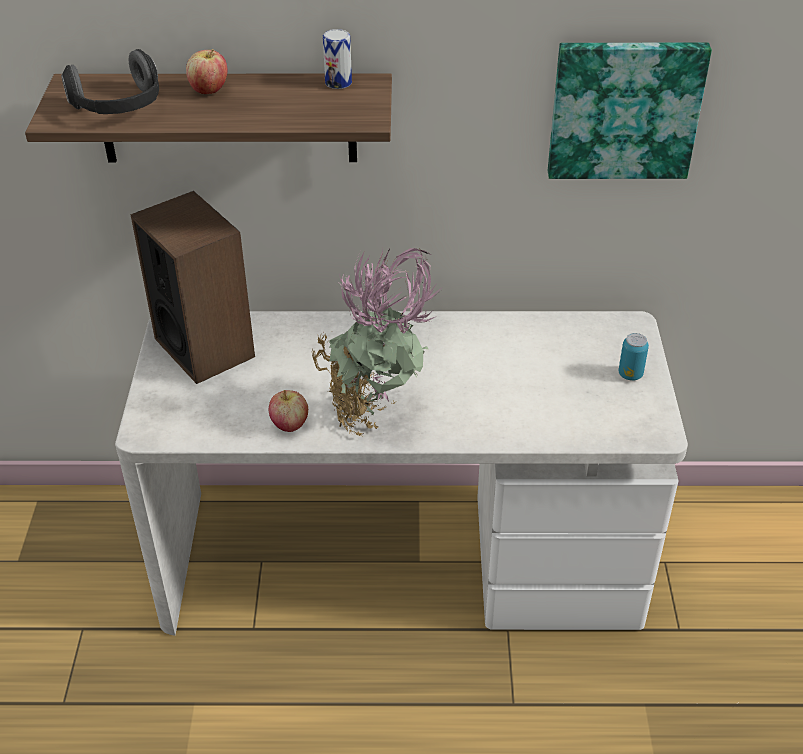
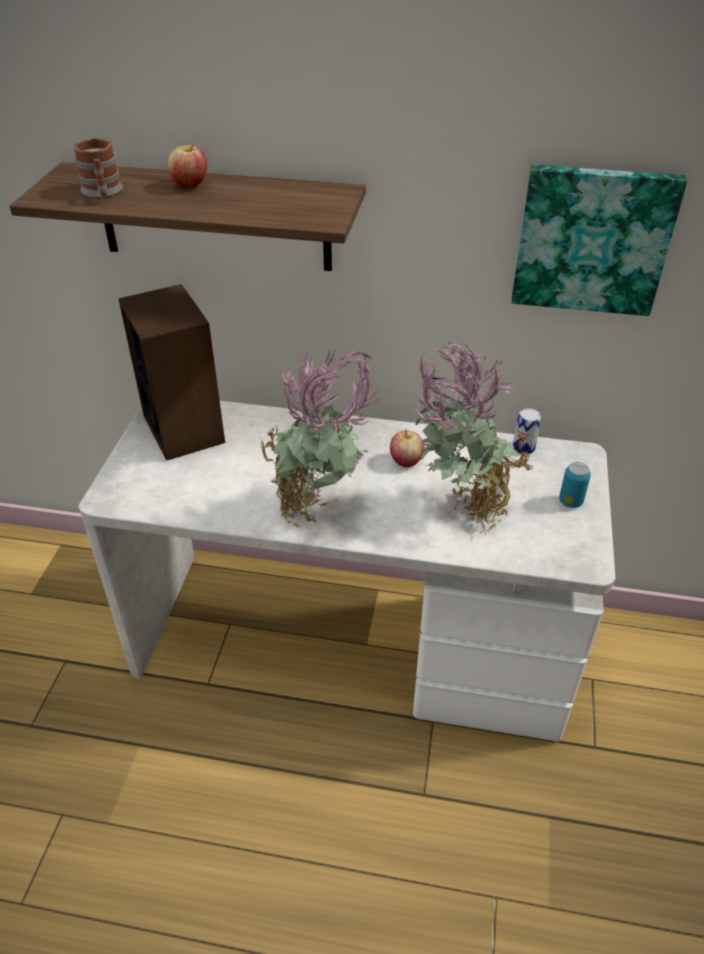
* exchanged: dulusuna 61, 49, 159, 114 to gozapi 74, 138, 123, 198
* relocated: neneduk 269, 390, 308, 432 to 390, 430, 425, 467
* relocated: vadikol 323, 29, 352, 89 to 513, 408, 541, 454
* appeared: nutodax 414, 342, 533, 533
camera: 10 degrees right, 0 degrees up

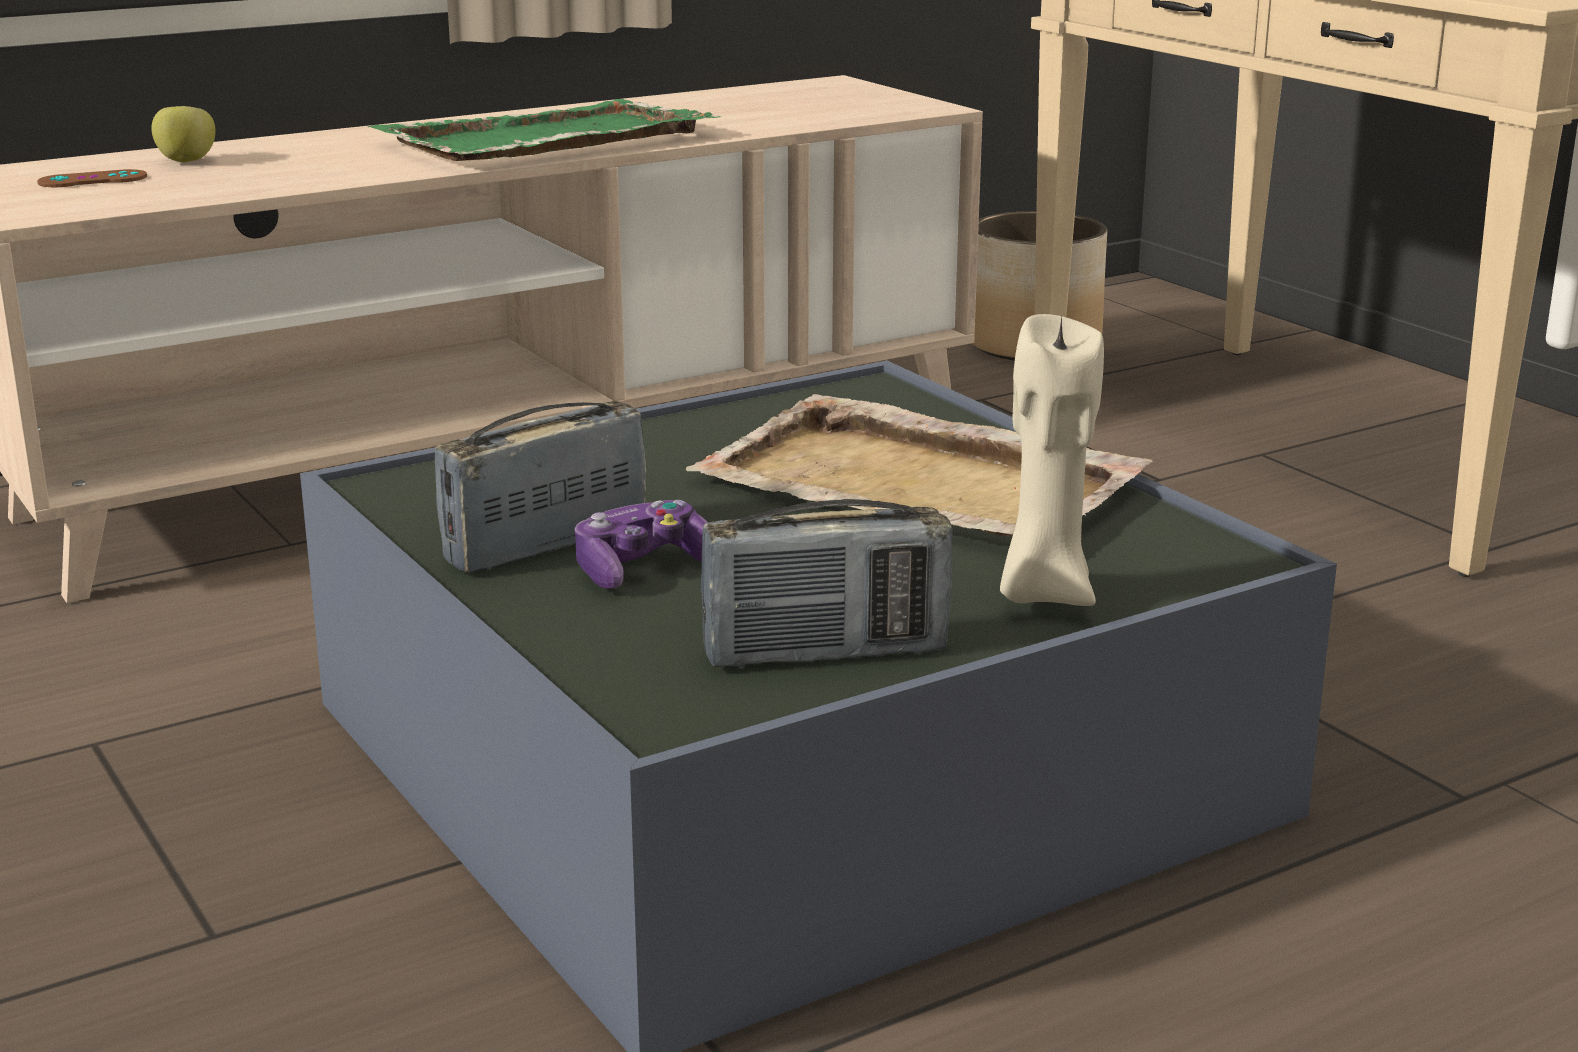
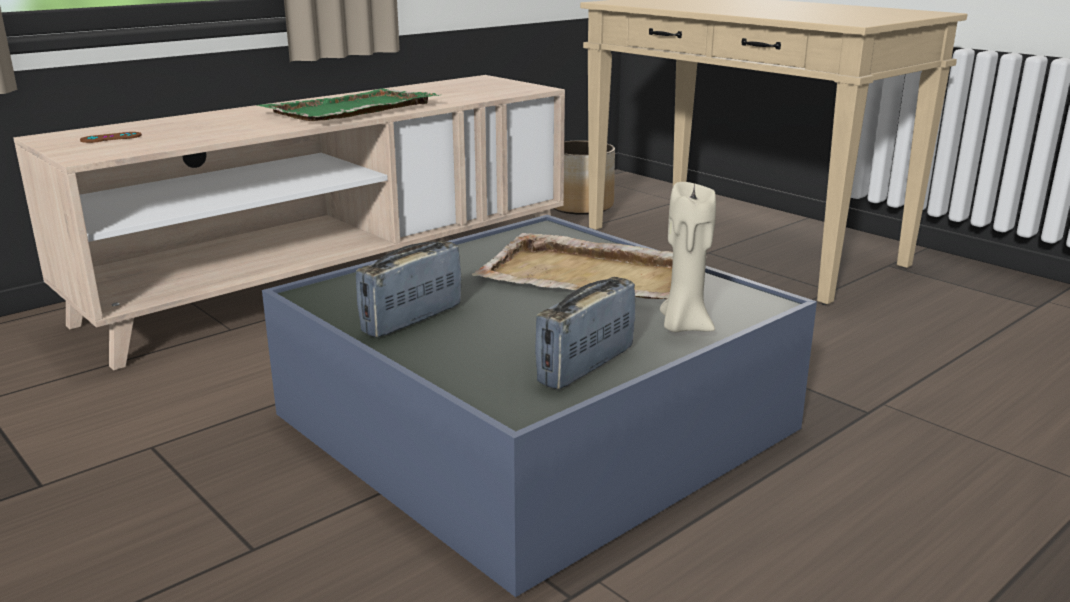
* missing: neneduk 151, 106, 216, 162
* missing: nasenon 574, 500, 708, 589
* spun: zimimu 701, 499, 952, 668 = 535, 277, 636, 390 150 degrees clockwise
camera: 10 degrees left, 0 degrees up

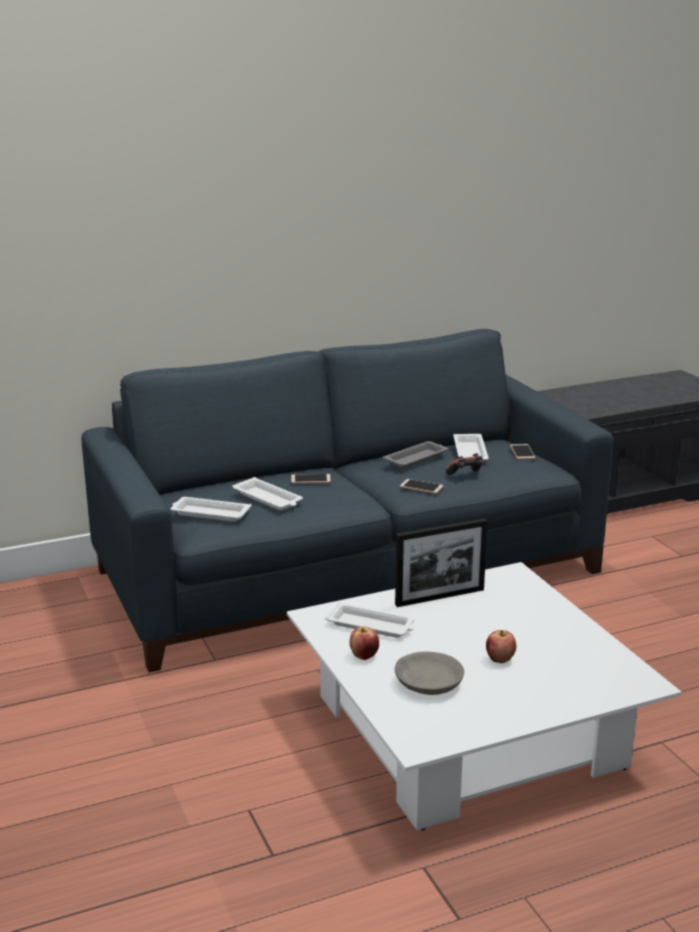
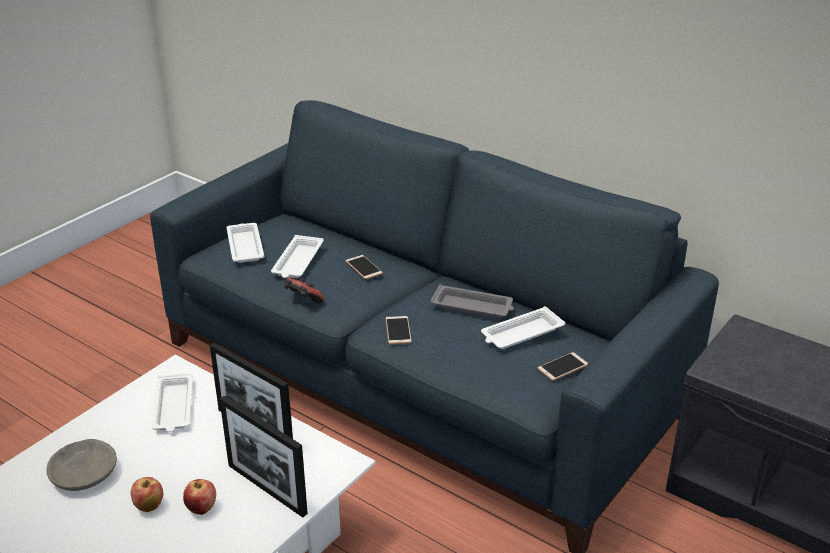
* relocated: neneduk 349, 626, 379, 660 to 183, 479, 216, 515
* relocated: nasenon 446, 453, 483, 475 to 284, 277, 324, 303
* appeared: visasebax 220, 395, 308, 517
camera: 60 degrees right, 10 degrees up

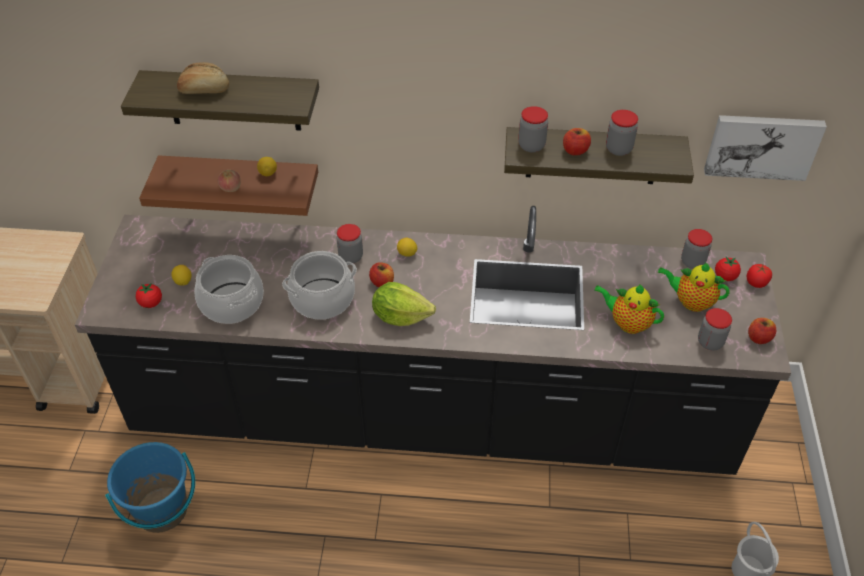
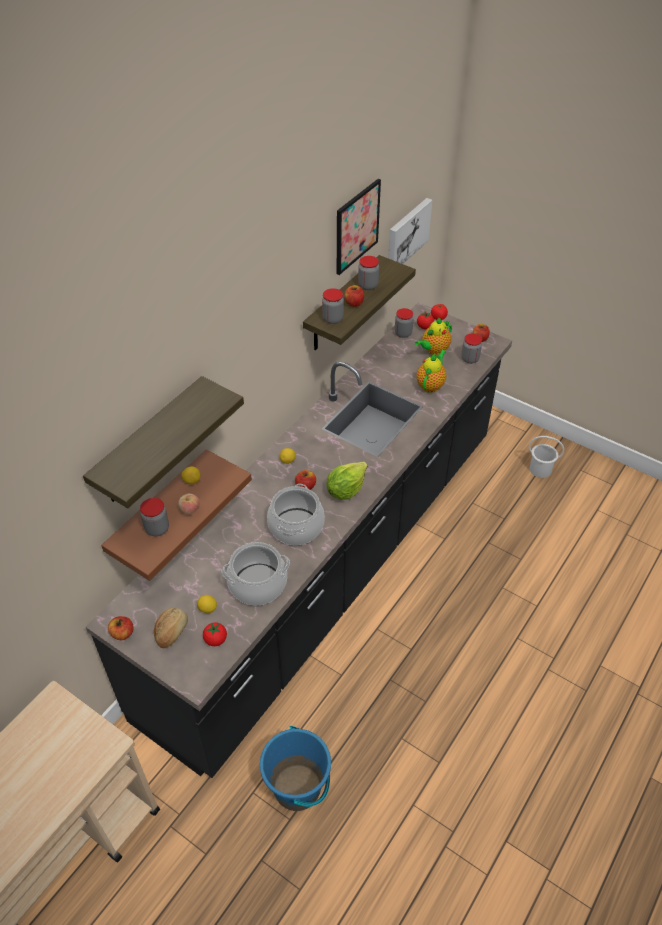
* relocated: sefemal 177, 62, 229, 94 to 154, 608, 188, 649
* relocated: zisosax 337, 224, 363, 263 to 140, 498, 169, 536
* spun: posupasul 594, 284, 664, 334 = 417, 350, 446, 393 150 degrees clockwise
* appeared: neneduk 108, 616, 134, 640
* appeared: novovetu 337, 179, 381, 275
camera: 60 degrees left, 0 degrees up

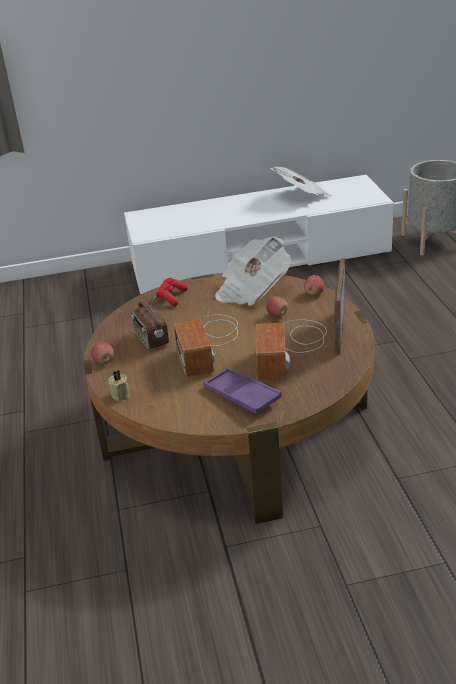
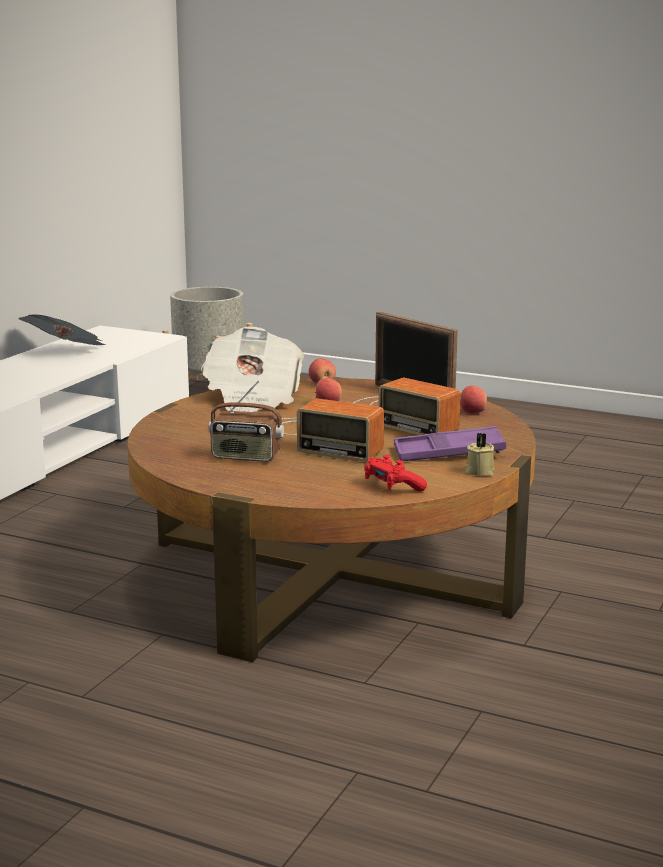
* relocated: neneduk 91, 342, 114, 364 to 460, 386, 487, 413
* relocated: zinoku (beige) 108, 370, 130, 401 to 465, 433, 495, 476
* relocated: nasenon (red) 156, 278, 188, 306 to 364, 455, 427, 492
camera: 55 degrees left, 15 degrees down

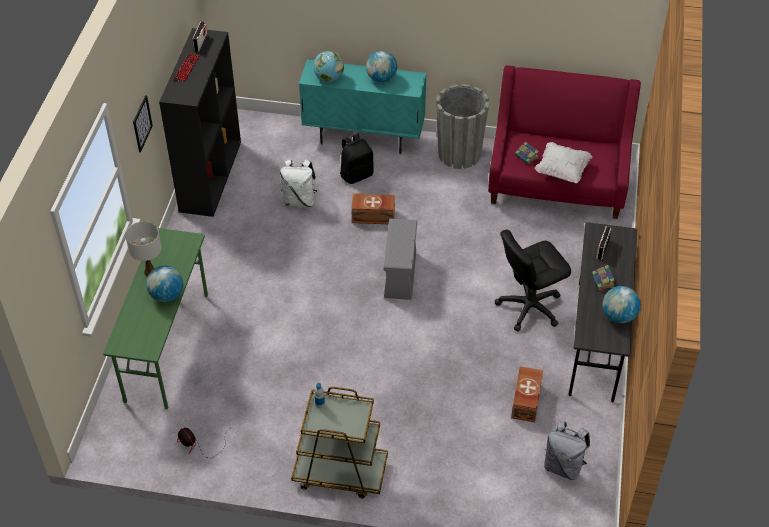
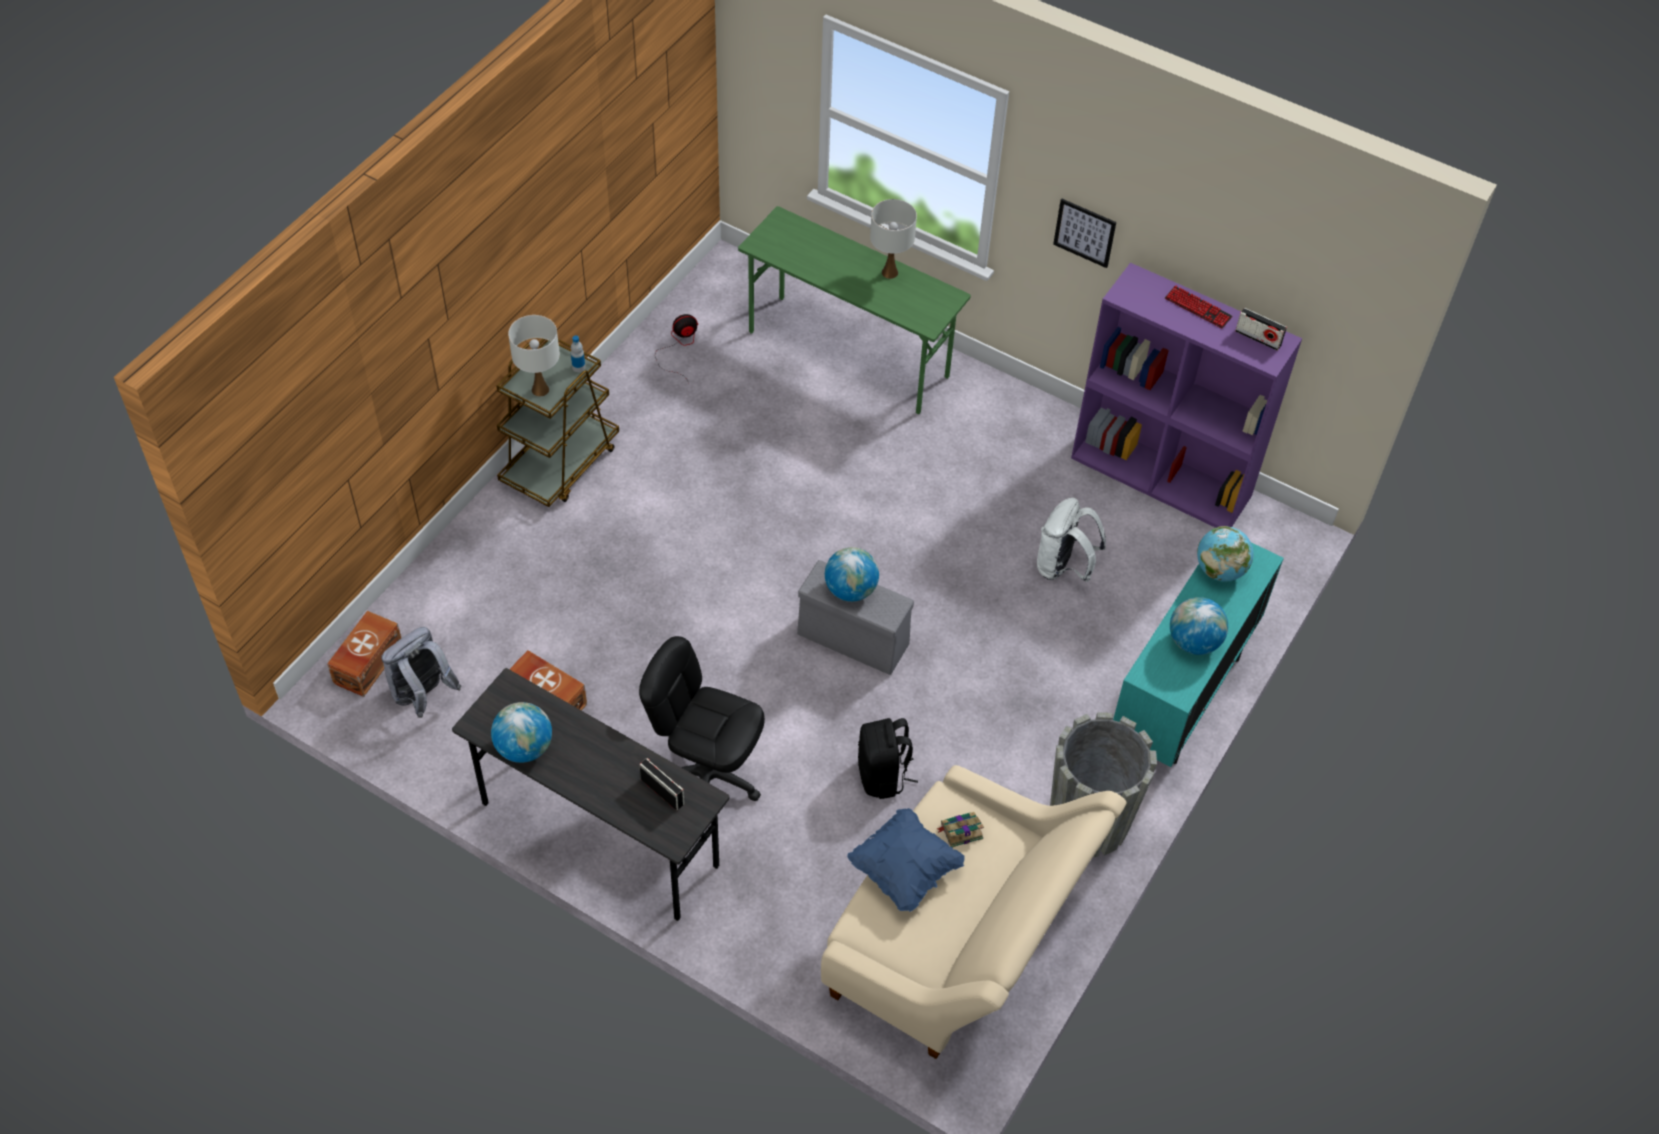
* relocated: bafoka 146, 265, 183, 302 to 825, 547, 879, 602
* colour: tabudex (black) 159, 28, 241, 217 to tabudex (purple) 1071, 263, 1302, 528
* relocated: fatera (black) 340, 134, 374, 184 to 858, 718, 918, 799
* relocated: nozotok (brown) 351, 193, 395, 224 to 327, 611, 401, 697
* colour: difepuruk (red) 488, 65, 641, 219 to difepuruk (beige) 821, 765, 1127, 1059
* spun: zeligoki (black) 495, 229, 571, 331 = 639, 636, 765, 801 60 degrees counterclockwise
* colour: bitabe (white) 535, 142, 592, 183 to bitabe (blue) 847, 808, 965, 912
* missing: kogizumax 591, 265, 615, 292
* appeared: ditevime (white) 508, 315, 560, 396
camera: 110 degrees right, 5 degrees up

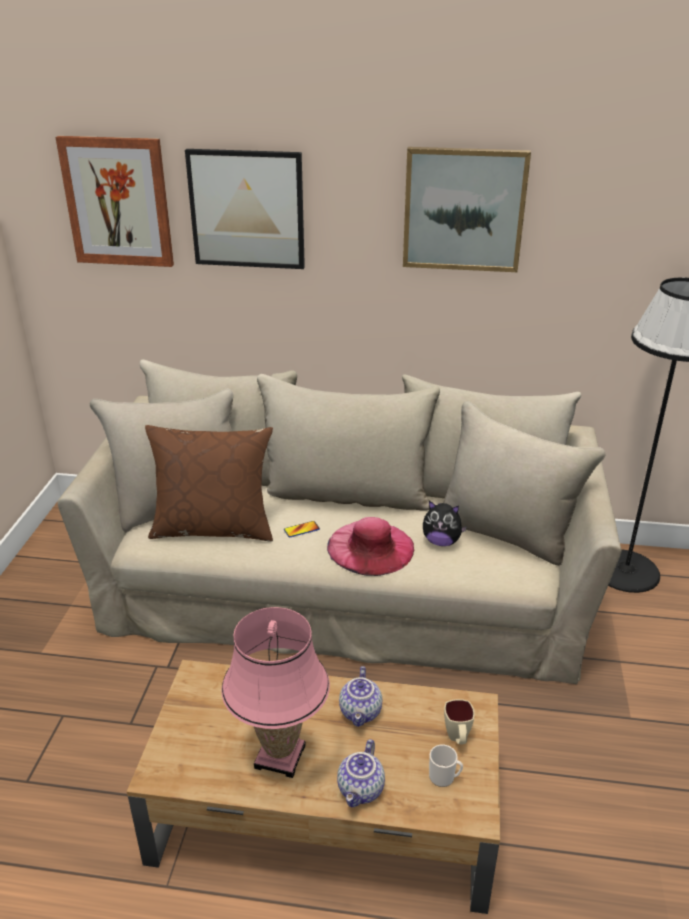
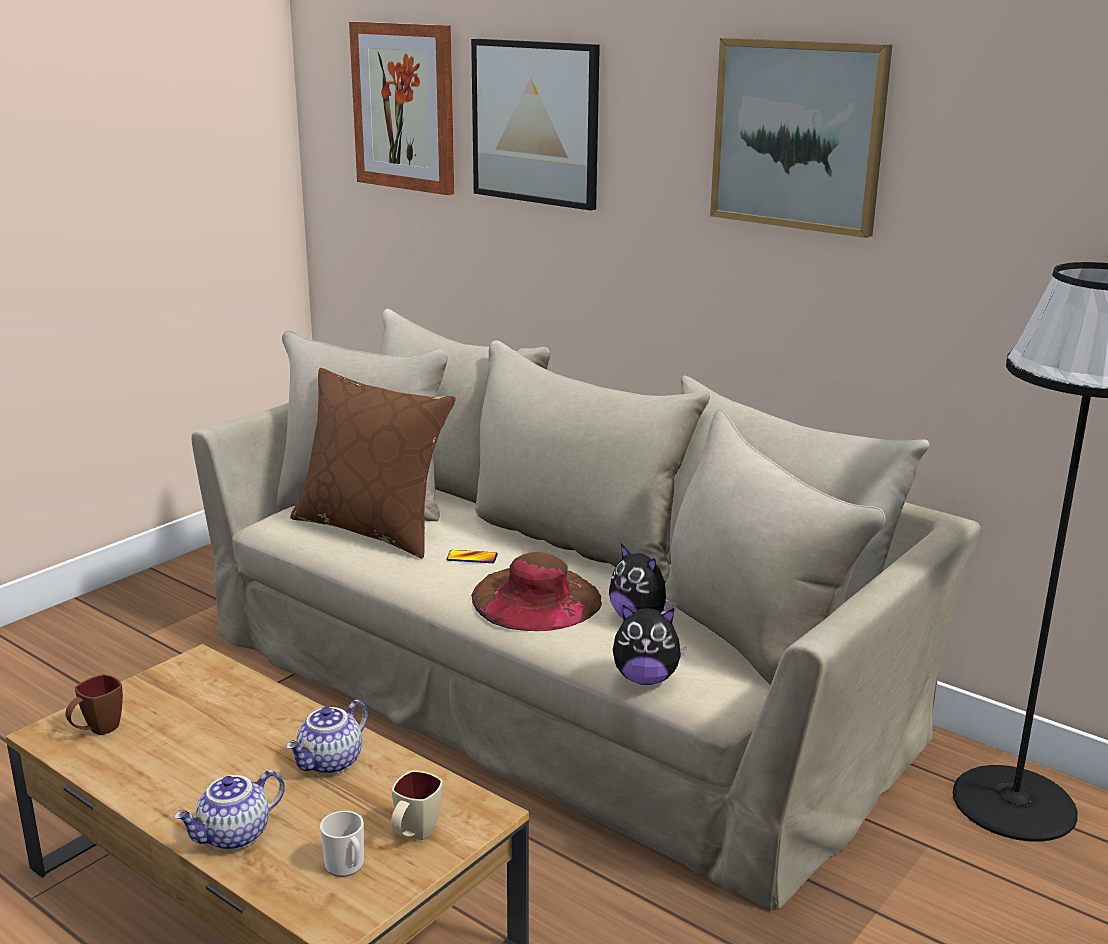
* missing: ditevime (pink) 221, 607, 330, 778
* colour: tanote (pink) 327, 517, 414, 576 to tanote (brown) 471, 552, 602, 631
* appeared: gozapi (brown) 65, 674, 123, 735
* appeared: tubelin 613, 605, 687, 685
camera: 30 degrees right, 10 degrees down

